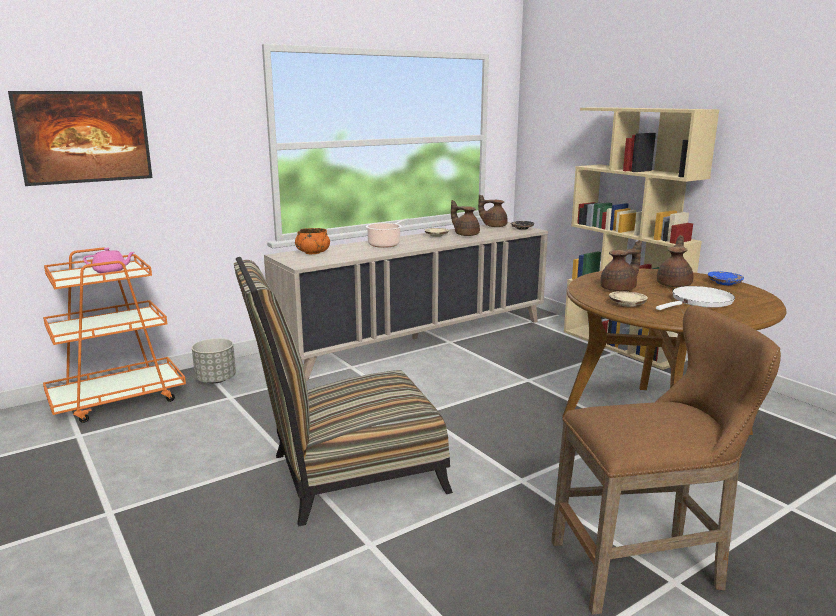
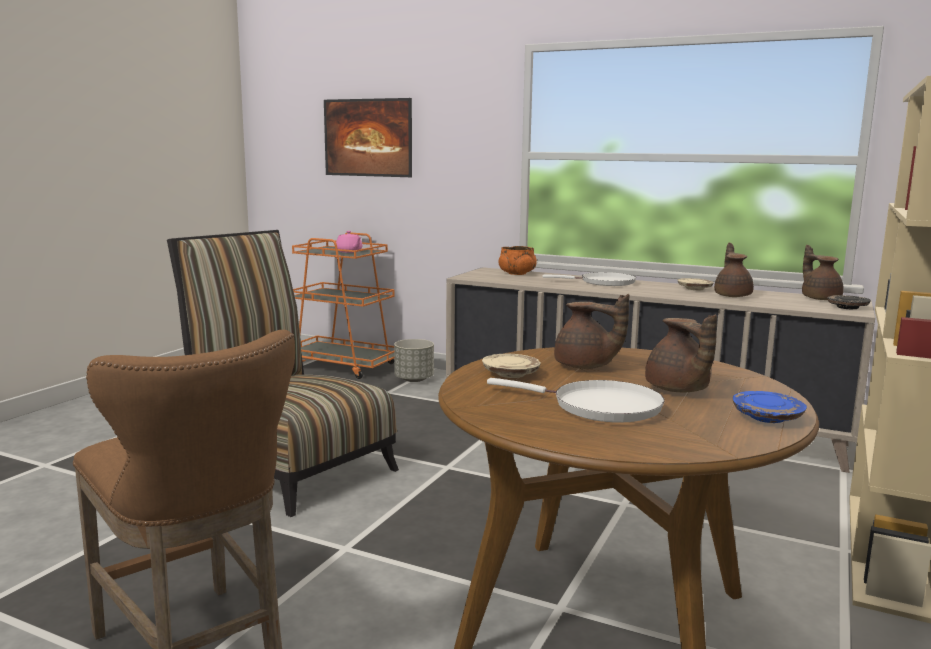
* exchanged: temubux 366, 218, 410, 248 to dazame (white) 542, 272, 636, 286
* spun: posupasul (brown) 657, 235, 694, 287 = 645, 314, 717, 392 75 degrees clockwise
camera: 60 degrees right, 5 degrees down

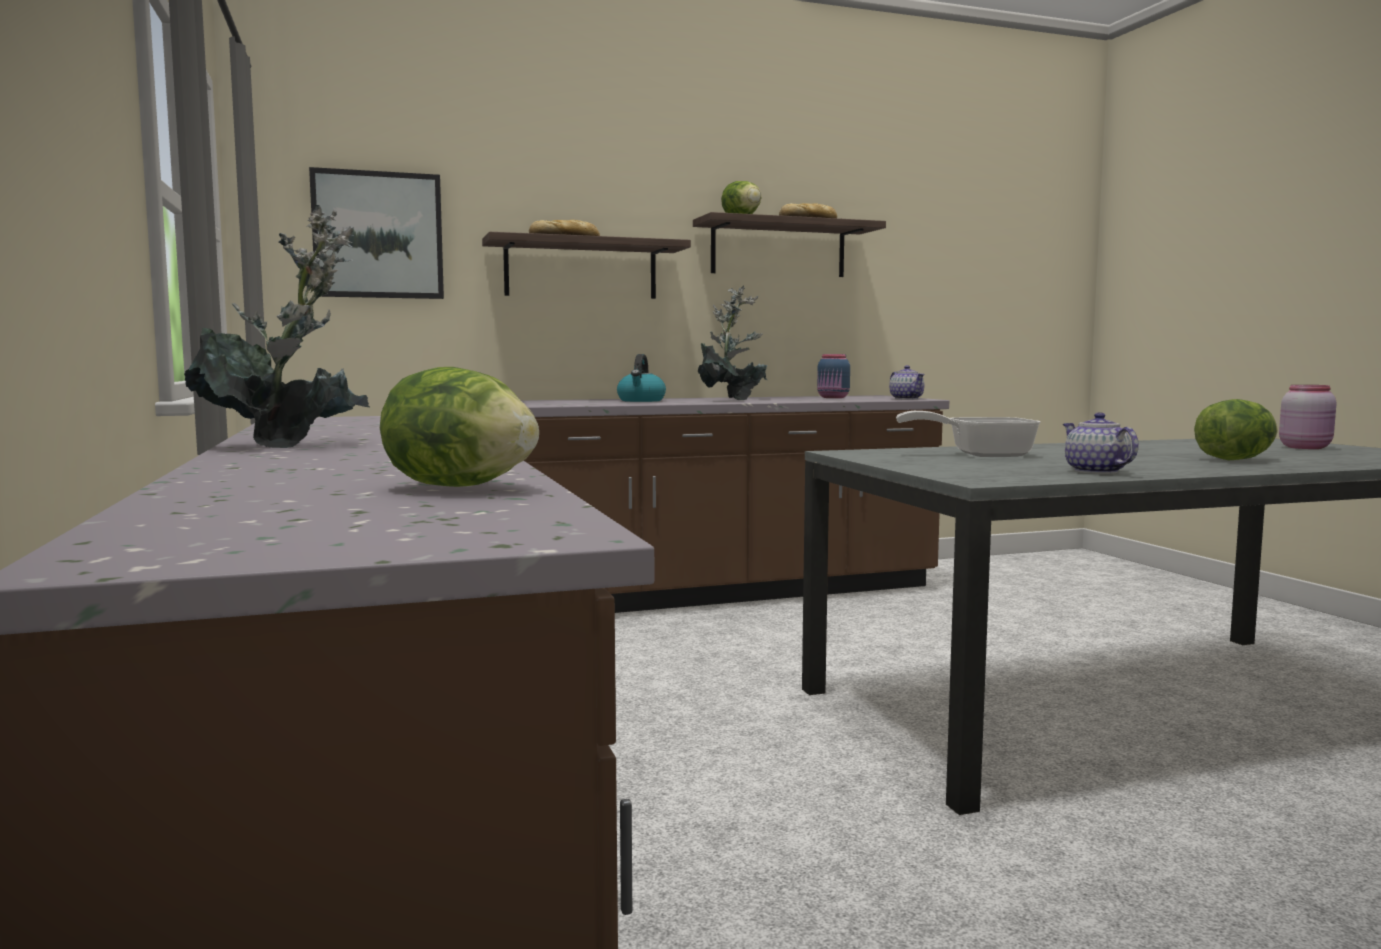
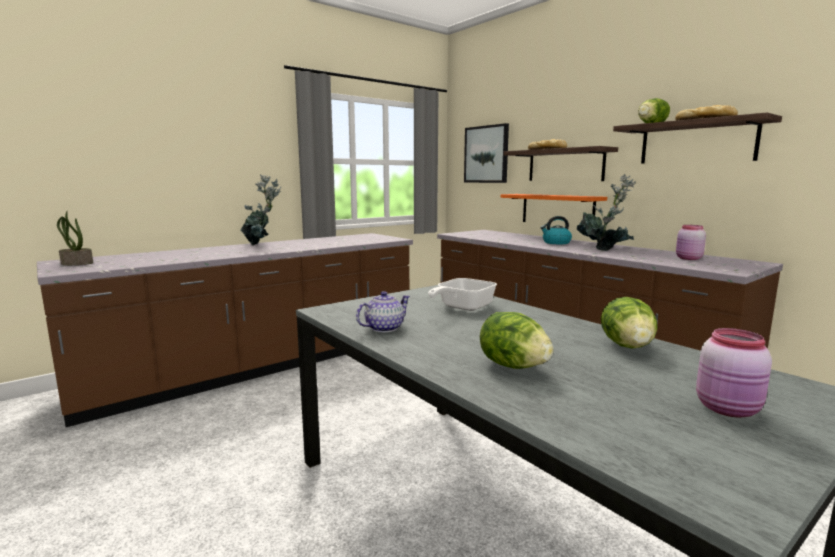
* relocated: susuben 380, 367, 539, 487 to 601, 297, 658, 349
* colour: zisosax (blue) 817, 354, 850, 398 to zisosax (pink) 676, 225, 706, 260
* missing: posupasul 889, 365, 924, 399
* spun: dazame 896, 411, 1041, 457 = 428, 278, 497, 311 120 degrees counterclockwise
* appeared: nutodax 57, 211, 93, 265
* appeared: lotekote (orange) 501, 194, 607, 222
camera: 70 degrees right, 5 degrees up

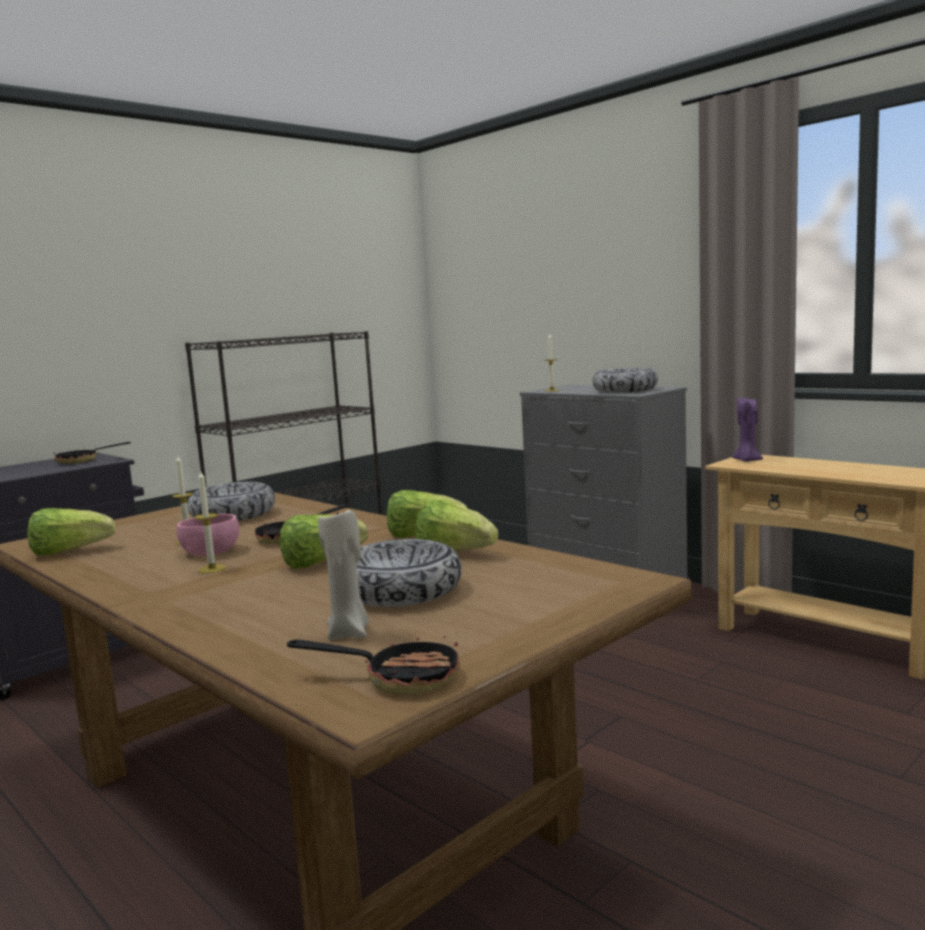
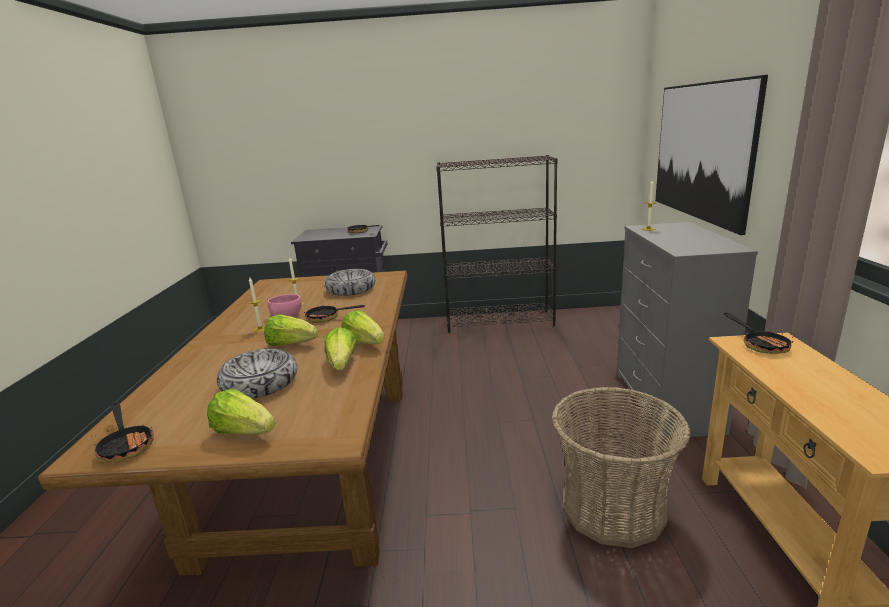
* relocated: susuben 27, 508, 116, 555 to 207, 389, 275, 435
* missing: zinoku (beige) 318, 510, 369, 640
* missing: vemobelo 592, 368, 658, 393
* exchanged: zinoku (purple) 732, 397, 763, 462 to dazame 724, 313, 793, 354
* appeared: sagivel 551, 387, 691, 548
* appeared: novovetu 655, 75, 768, 235
camera: 45 degrees right, 10 degrees up

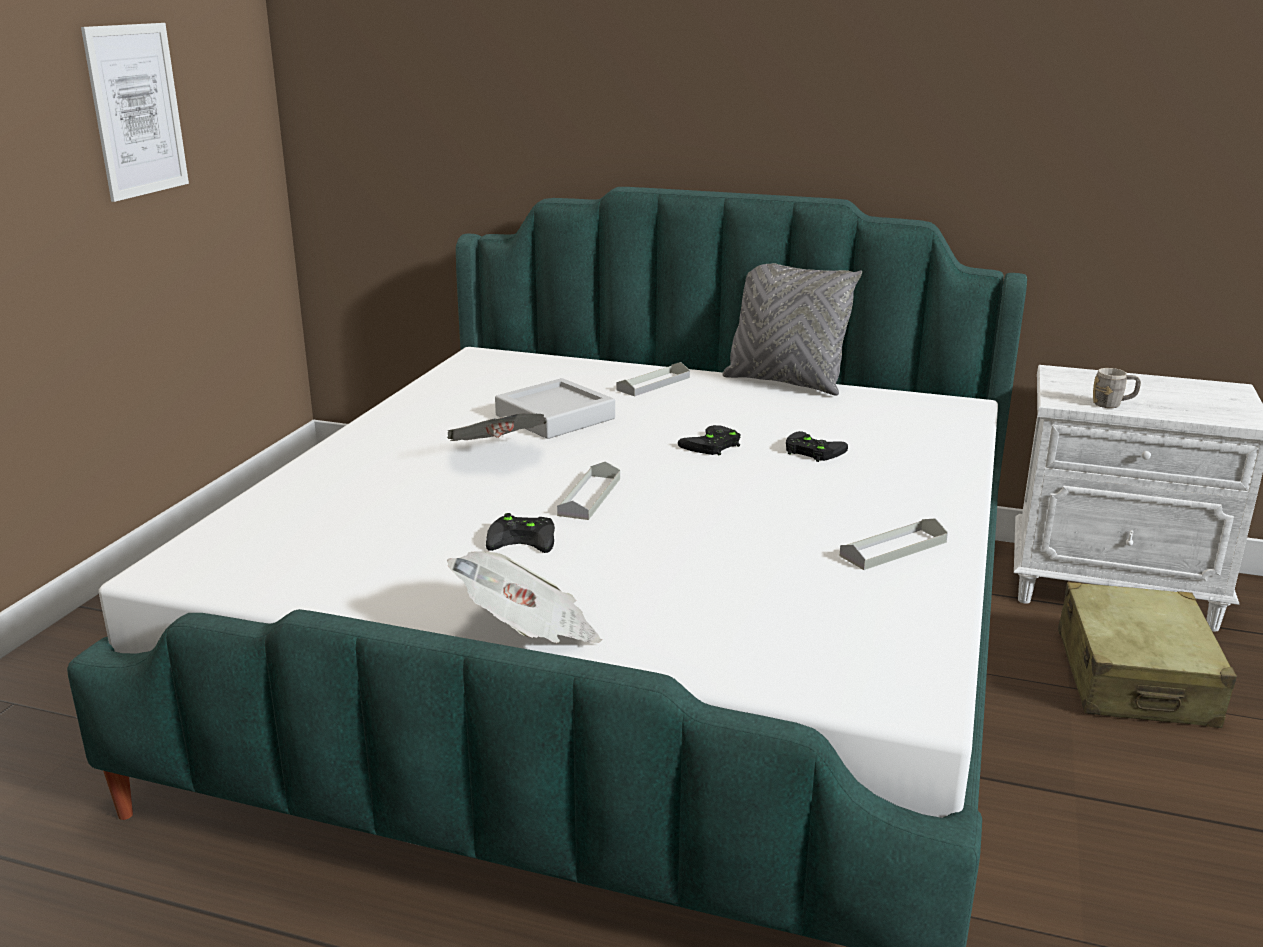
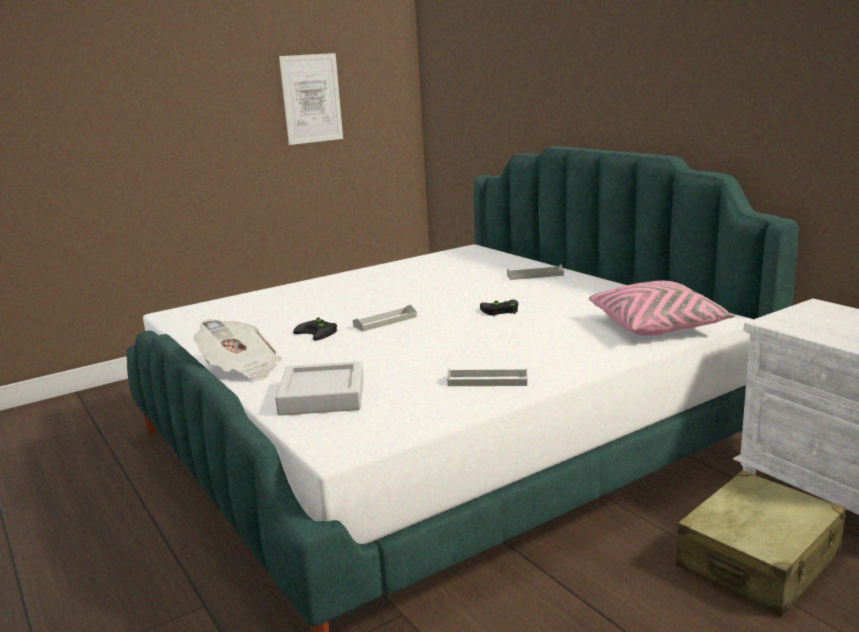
* missing: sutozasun 448, 413, 547, 441
* relocated: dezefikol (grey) 495, 378, 615, 439 to 275, 361, 364, 416
* missing: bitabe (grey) 722, 263, 862, 395
* missing: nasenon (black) 786, 431, 848, 462
* missing: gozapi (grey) 1093, 368, 1141, 408
* appeared: bitabe (pink) 589, 281, 735, 336
camera: 40 degrees right, 5 degrees down

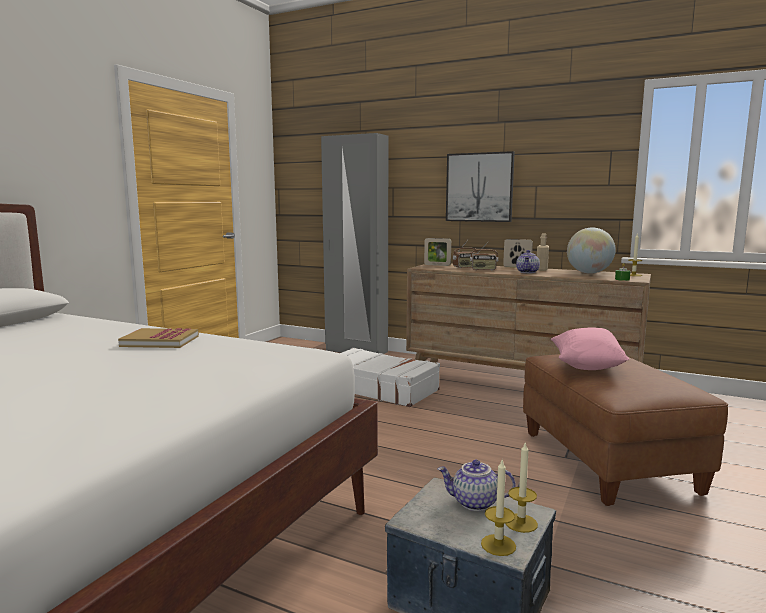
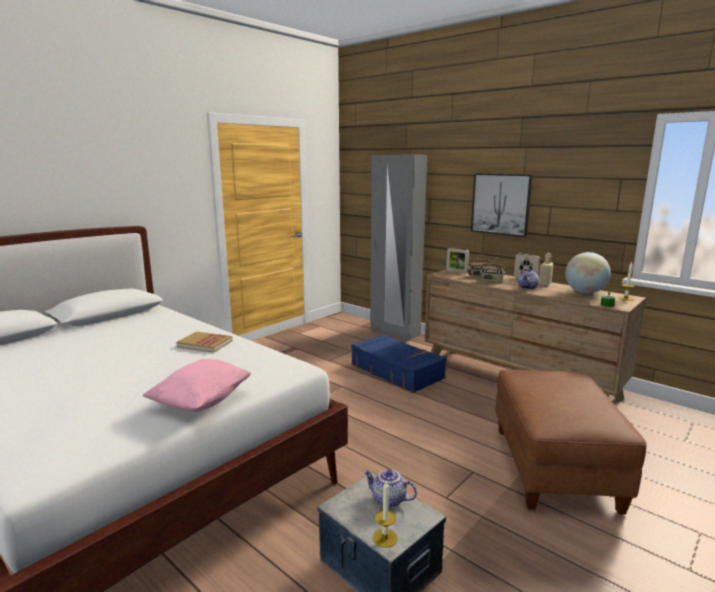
* colour: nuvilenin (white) 341, 348, 440, 407 to nuvilenin (blue) 351, 334, 446, 393
* missing: zinoku 506, 441, 538, 533
* relocated: bitabe (pink) 551, 327, 629, 370 to 143, 359, 251, 411
camera: 15 degrees right, 5 degrees up

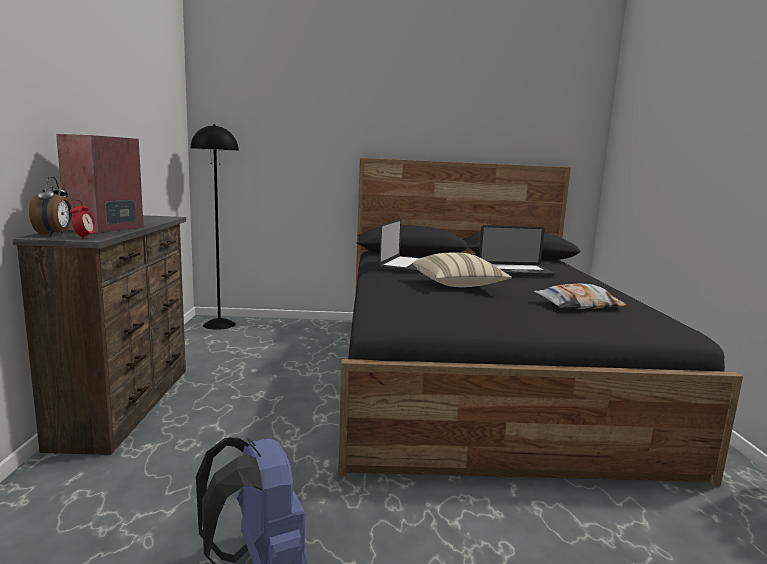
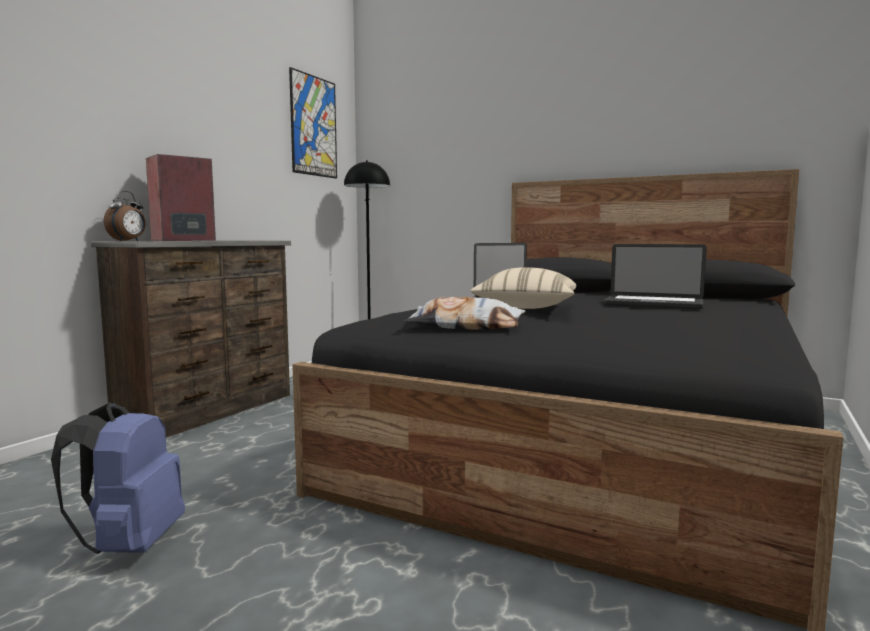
* missing: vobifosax 70, 200, 96, 239
* relocated: bitabe 534, 284, 627, 309 to 404, 297, 525, 330
* appeared: novovetu 289, 67, 337, 179
camera: 30 degrees right, 5 degrees down

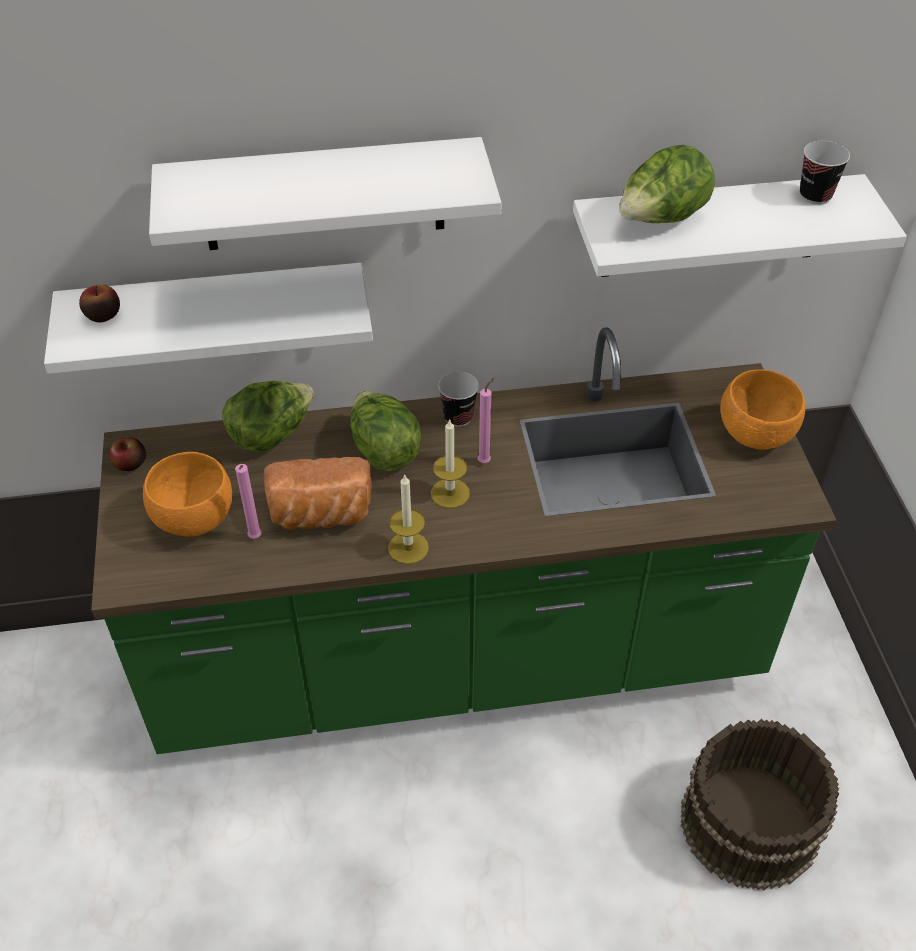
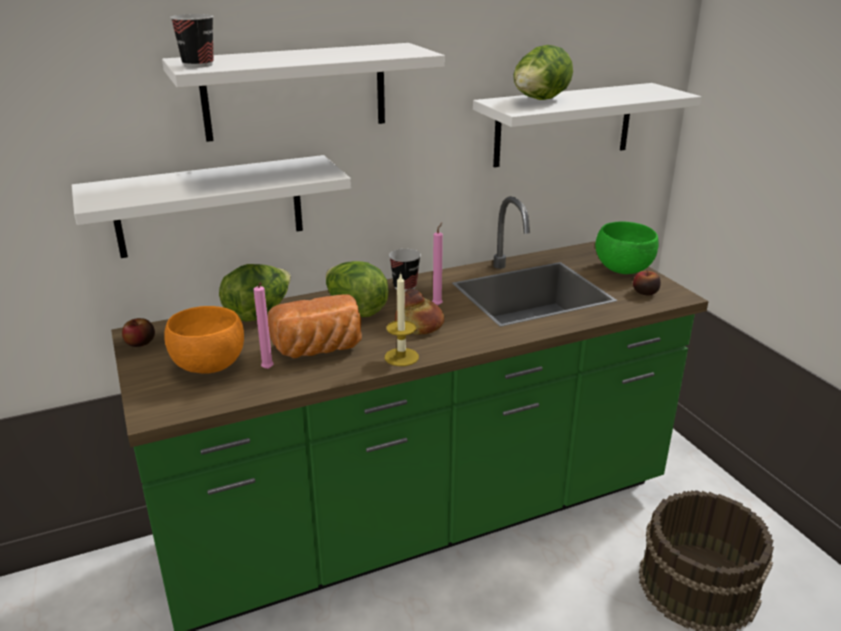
* relocated: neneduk 79, 284, 120, 322 to 633, 270, 661, 296
* exchanged: zinoku 431, 419, 470, 508 to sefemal 395, 289, 444, 335
* colour: vemobelo (orange) 721, 369, 805, 450 to vemobelo (green) 595, 222, 659, 274
* relocated: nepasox 800, 141, 850, 205 to 170, 14, 214, 68
camera: 15 degrees left, 20 degrees down

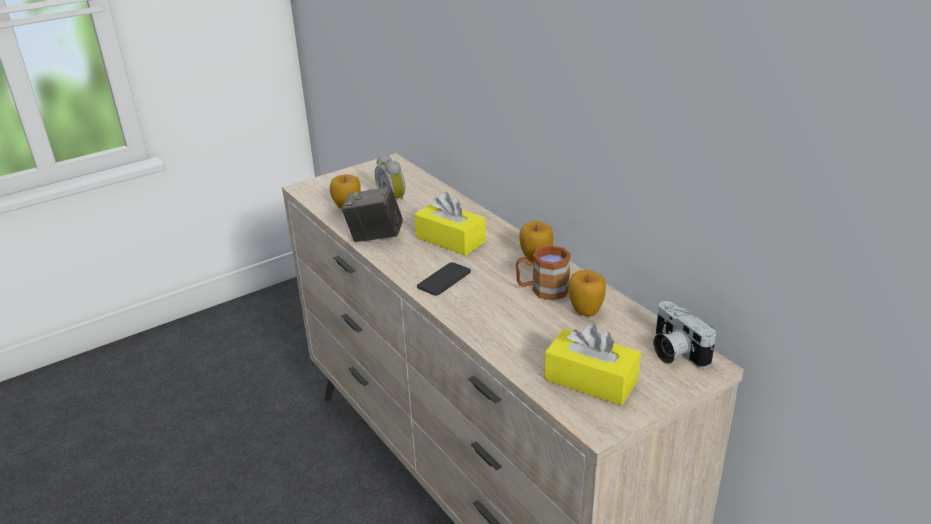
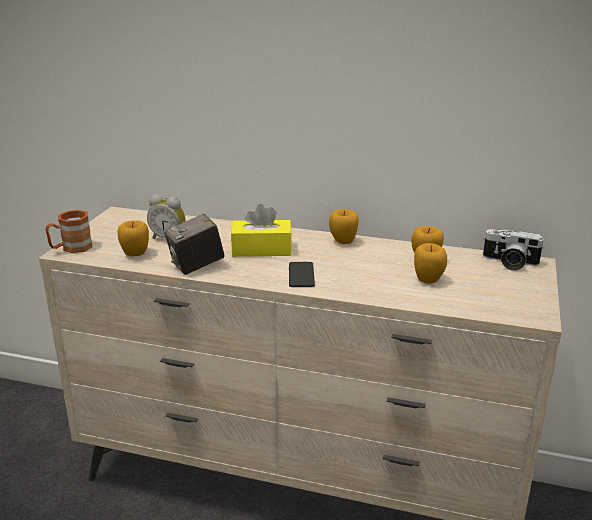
* relocated: gozapi (brown) 516, 245, 571, 300 to 45, 210, 93, 253
* missing: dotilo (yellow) 544, 324, 641, 406
* appeared: neneduk 414, 243, 447, 284
camera: 40 degrees left, 5 degrees down

